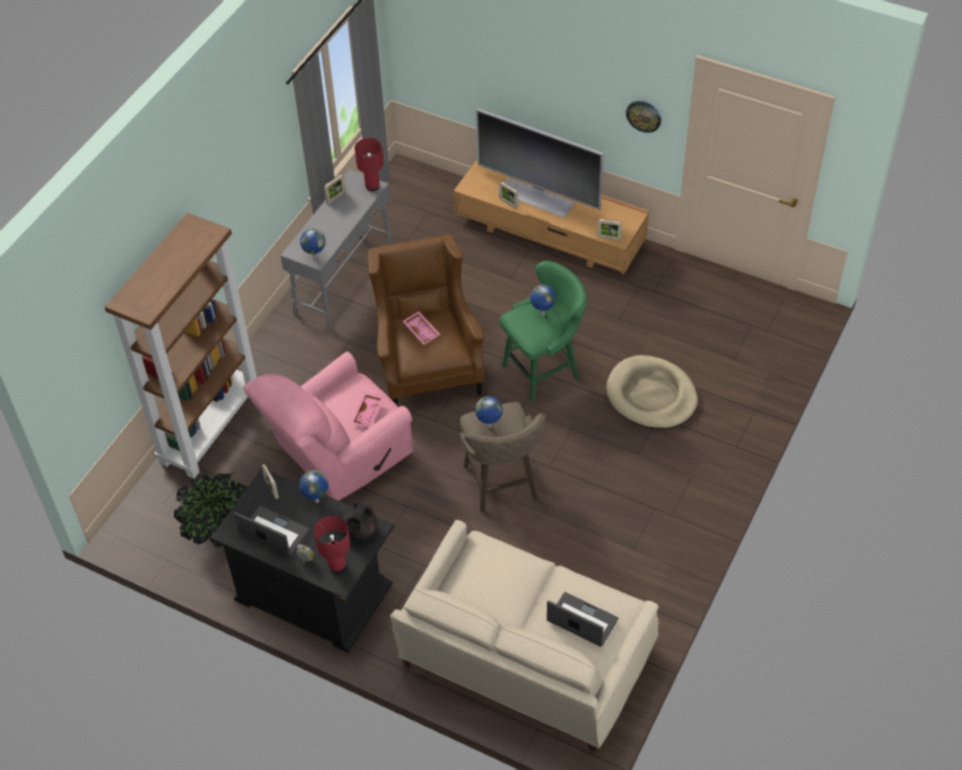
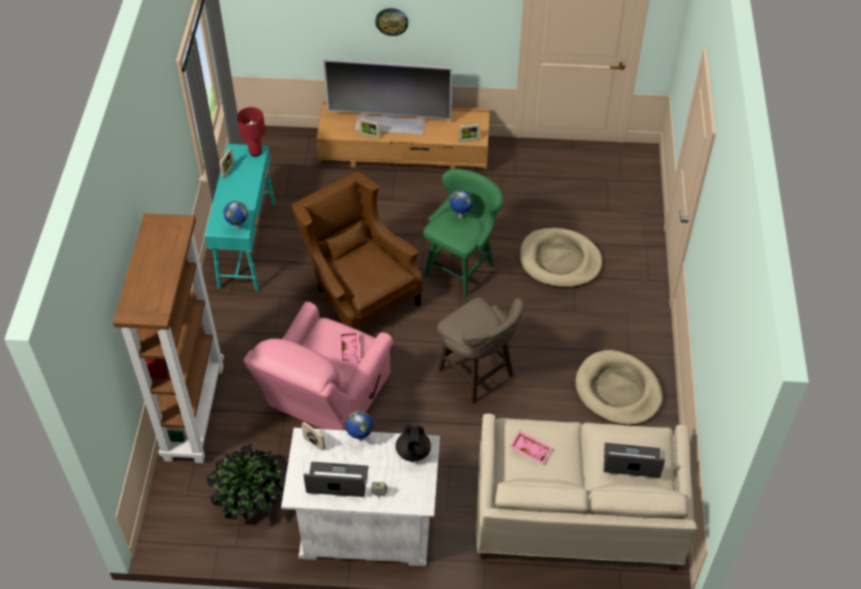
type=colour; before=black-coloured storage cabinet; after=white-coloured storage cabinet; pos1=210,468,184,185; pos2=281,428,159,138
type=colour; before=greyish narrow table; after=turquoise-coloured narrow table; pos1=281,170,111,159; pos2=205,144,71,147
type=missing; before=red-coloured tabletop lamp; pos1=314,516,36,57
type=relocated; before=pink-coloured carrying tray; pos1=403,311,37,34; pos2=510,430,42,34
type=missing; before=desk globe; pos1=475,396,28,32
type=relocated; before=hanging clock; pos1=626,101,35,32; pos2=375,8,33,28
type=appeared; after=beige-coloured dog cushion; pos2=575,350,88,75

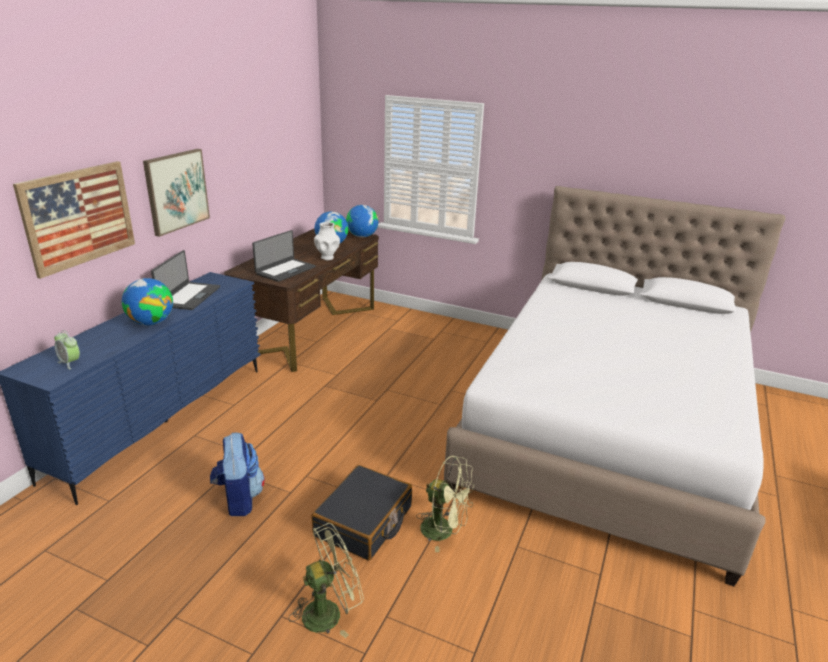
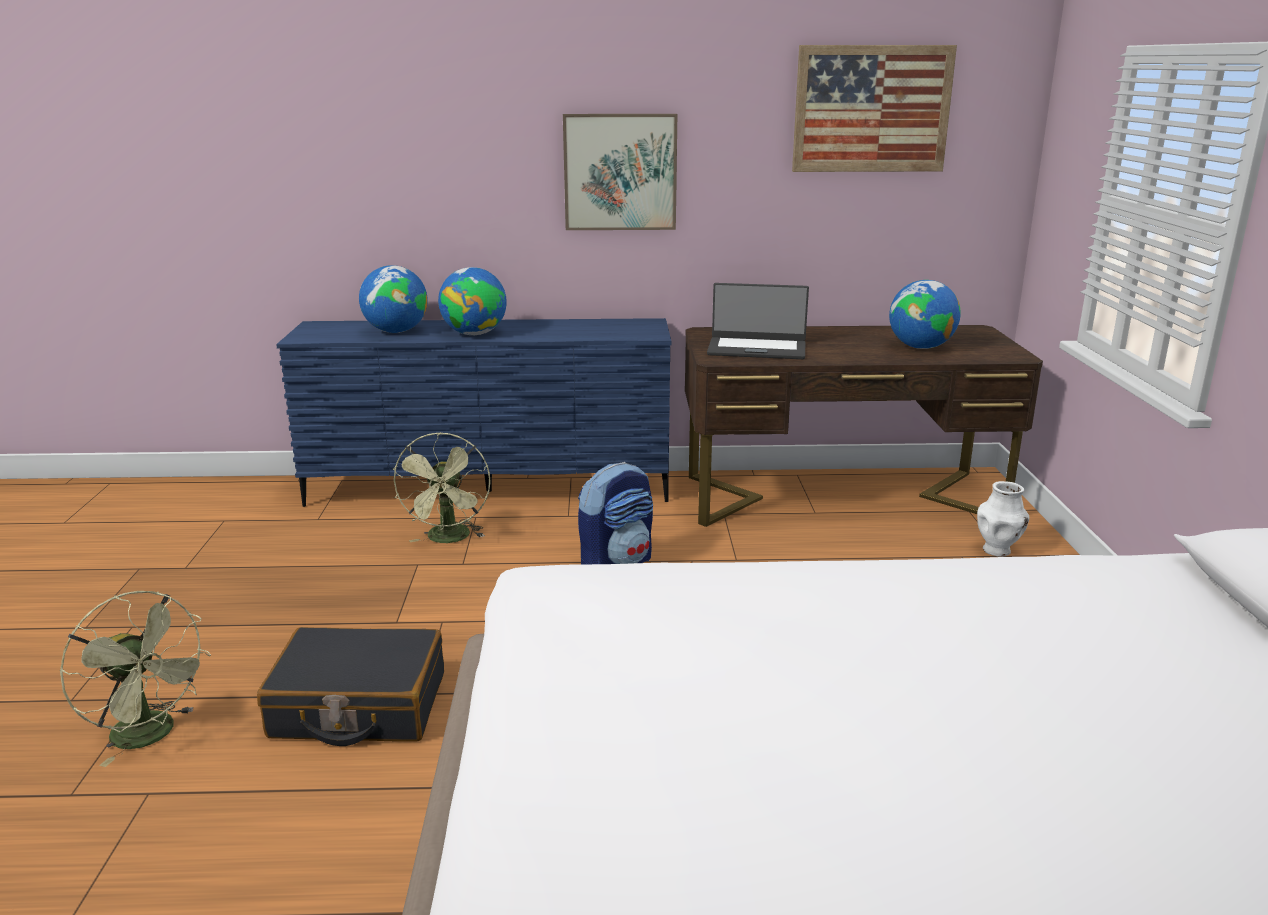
type=relocated; before=wall picture; pos1=13,161,122,118; pos2=792,45,165,127
type=missing; before=alarm clock; pos1=54,330,26,39
type=missing; before=portable computer; pos1=151,250,69,60
type=relocated; before=knapsack; pos1=210,433,55,83; pos2=578,462,75,102
type=relocated; before=white-coloured vase; pos1=314,222,26,38; pos2=977,481,53,76
type=relocated; before=desk globe; pos1=346,205,32,33; pos2=359,265,69,68
type=relocated; before=green-coloured cooling fan; pos1=416,455,59,97; pos2=393,432,98,111

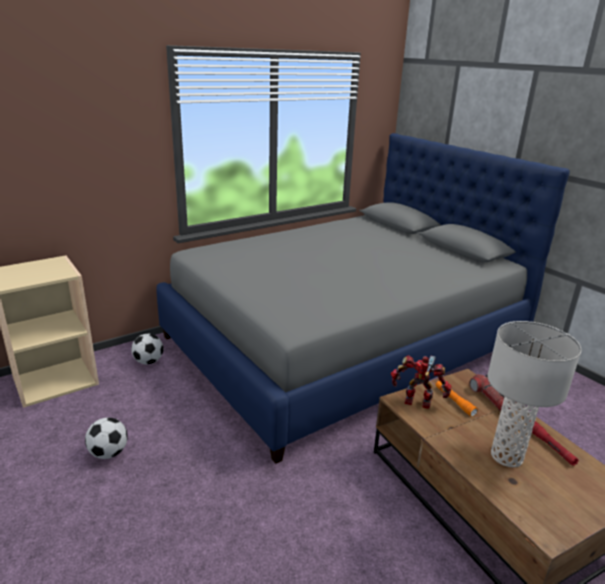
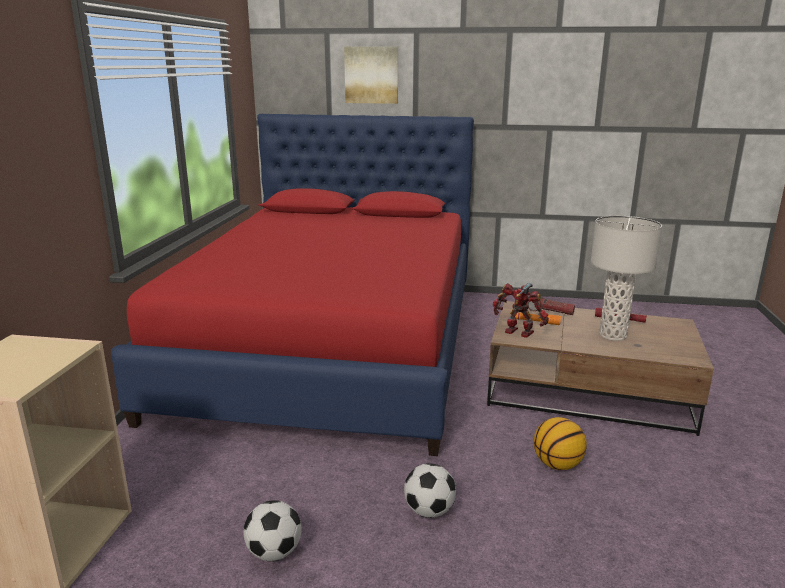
type=relocated; before=ball for football; pos1=131,334,33,31; pos2=404,463,52,55
type=colour; before=greyish bed; after=red-coloured bed; pos1=157,133,413,331; pos2=111,114,363,342
type=spun; before=toy robot; pos1=391,355,61,54; pos2=493,283,56,55; turn=60
type=appeared; after=wall picture; pos2=344,46,54,58
type=appeared; after=basketball; pos2=534,417,53,53

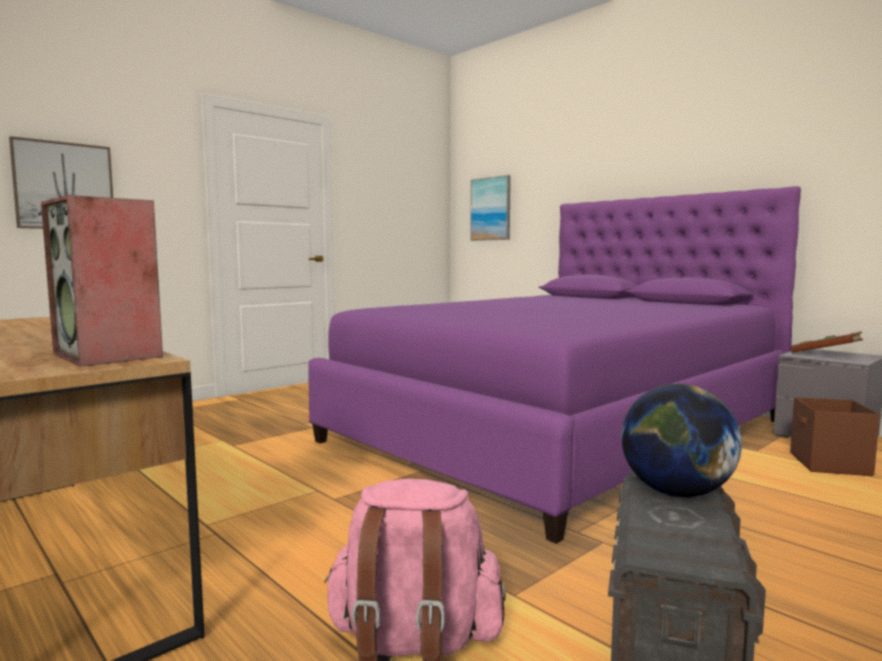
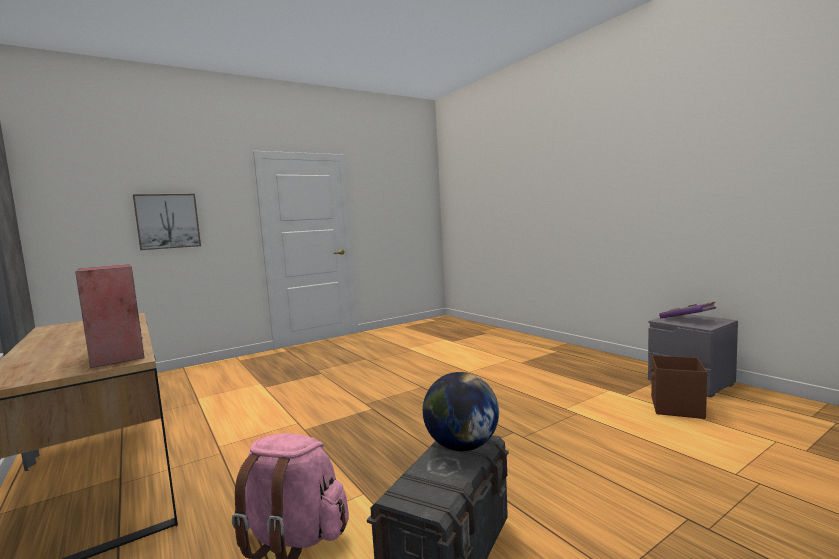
type=missing; before=purple bed; pos1=308,186,493,358
type=missing; before=wall picture; pos1=470,175,41,66
type=colour; before=brownish volume; after=purple volume; pos1=791,331,72,22; pos2=659,302,57,16

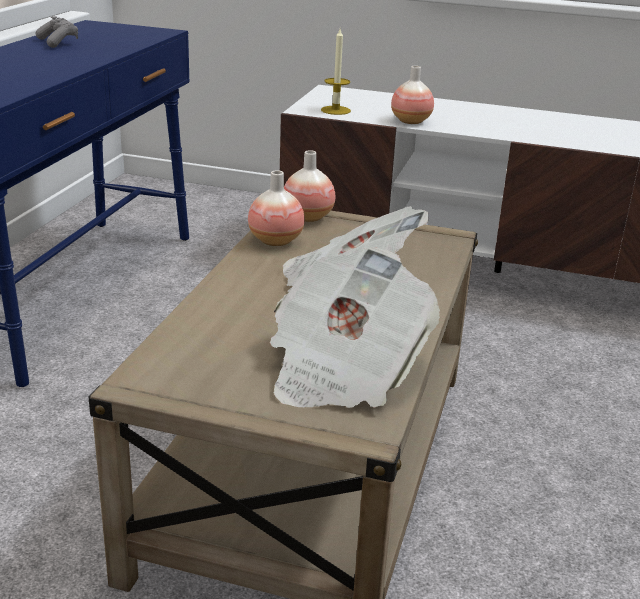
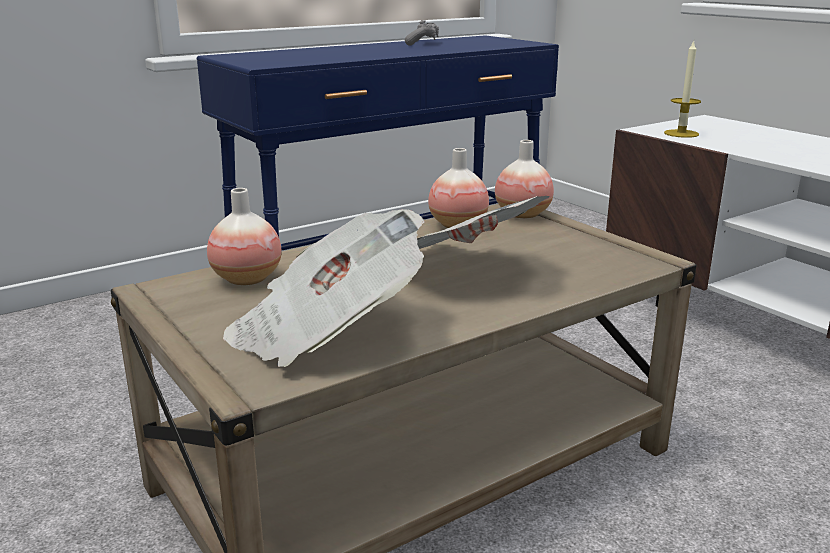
type=relocated; before=vase; pos1=391,66,43,58; pos2=207,188,75,97

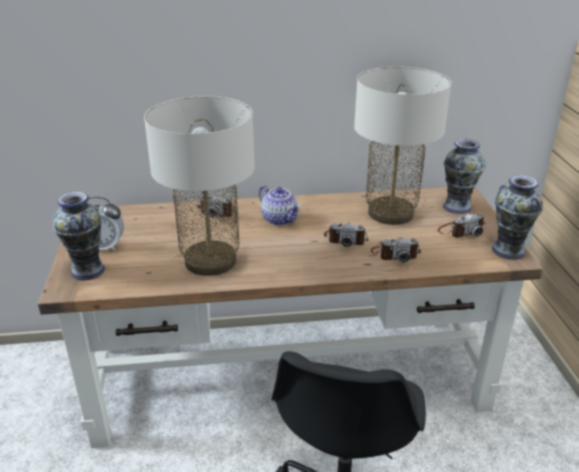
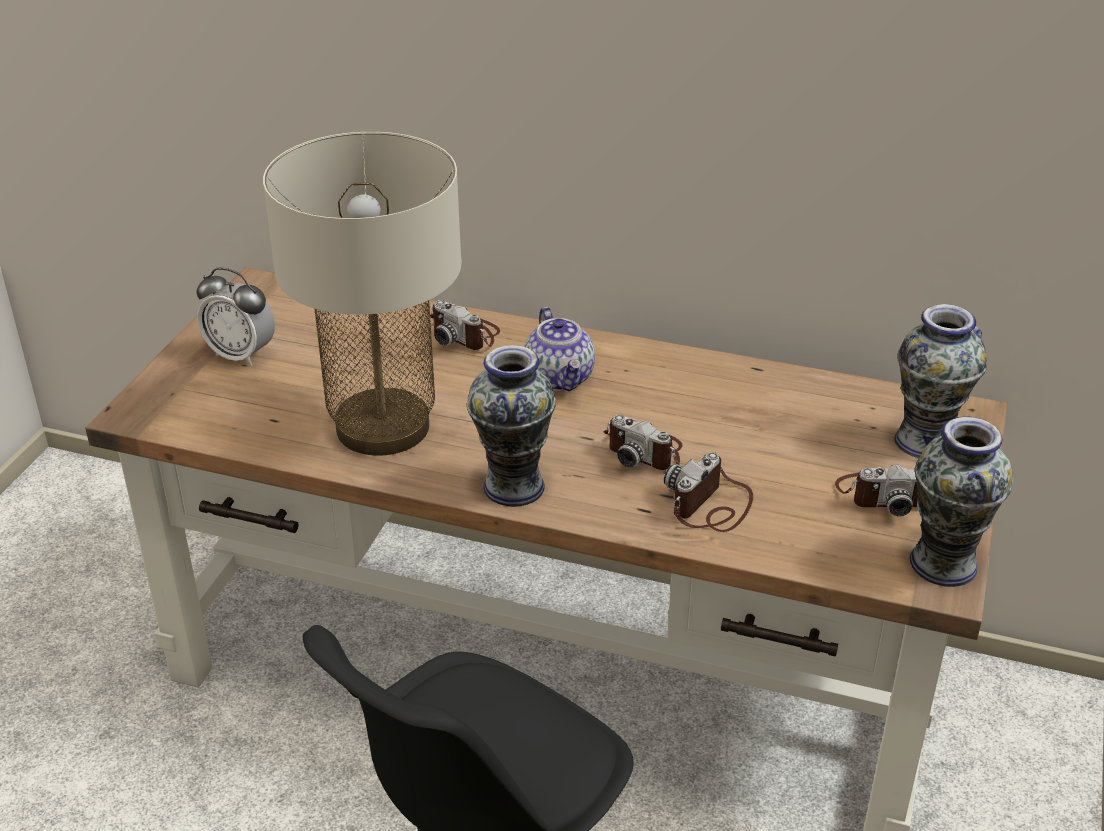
type=relocated; before=vase; pos1=53,192,52,88; pos2=467,345,89,162
type=missing; before=tabletop lamp; pos1=354,67,97,158
type=spun; before=photo camera; pos1=371,237,50,26; pos2=664,452,89,80; turn=105

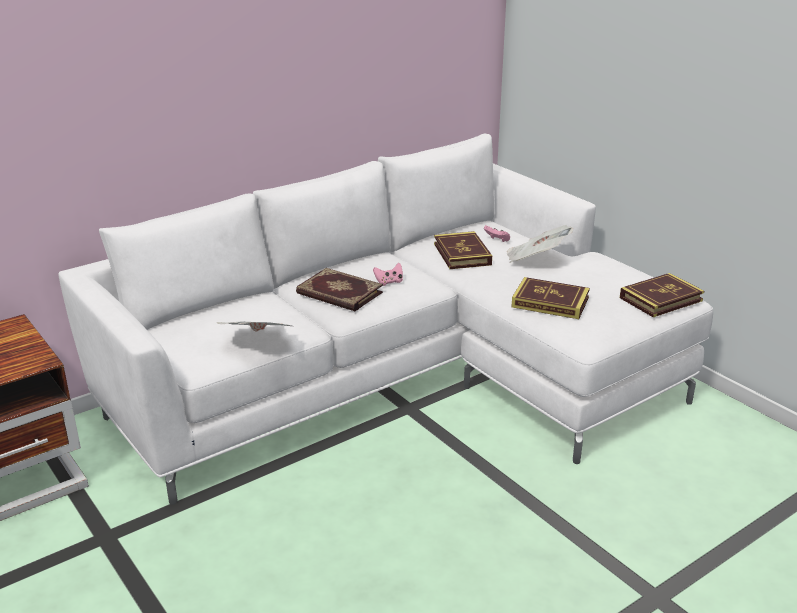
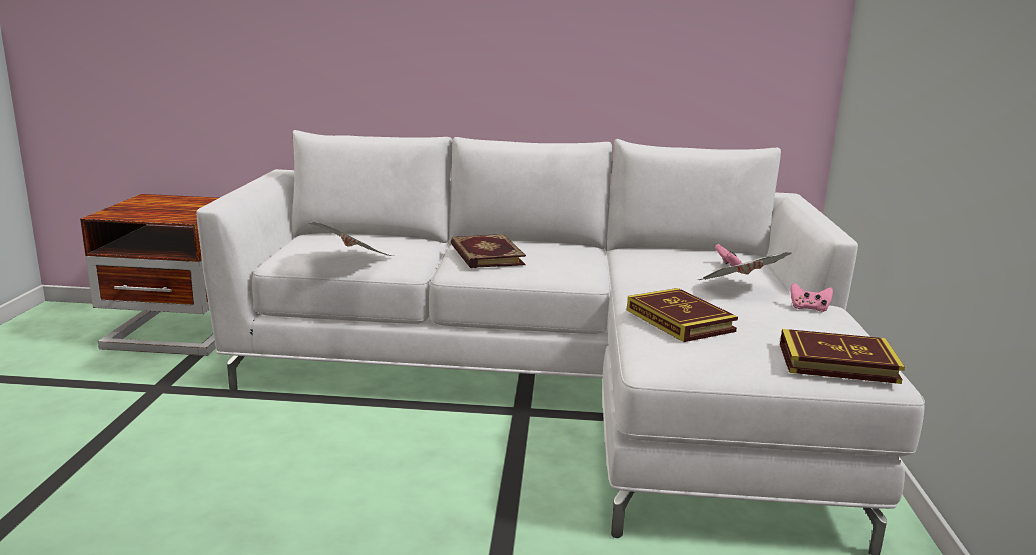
type=relocated; before=pink-coloured joypad; pos1=373,263,30,23; pos2=791,283,42,29
type=missing; before=volume; pos1=434,231,58,38

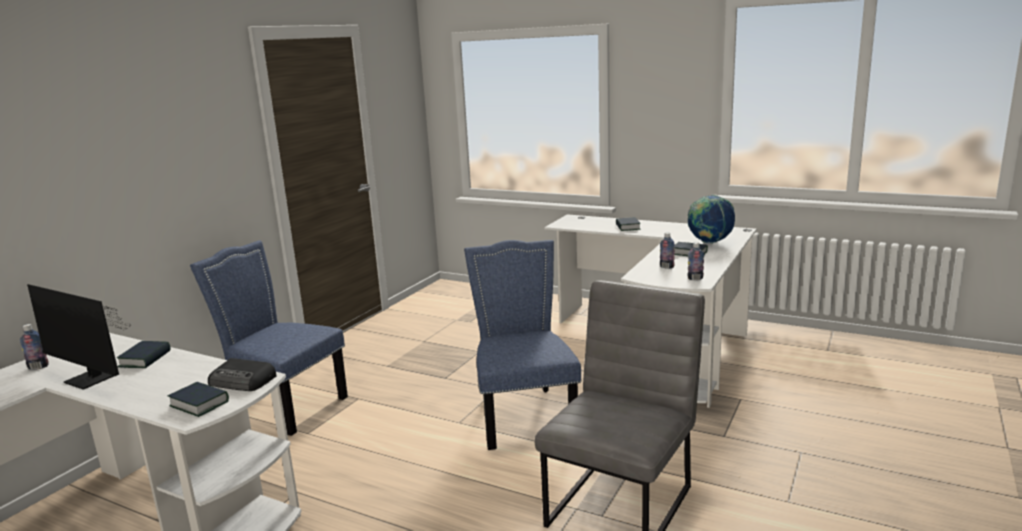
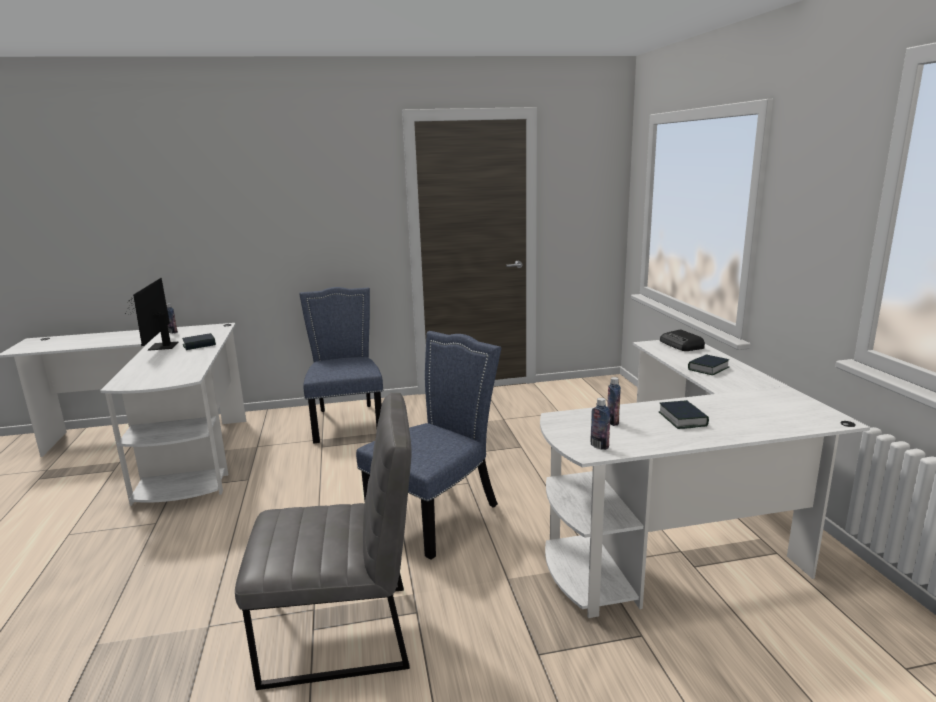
type=missing; before=volume; pos1=168,382,61,35
type=relocated; before=radio; pos1=208,358,69,33; pos2=660,329,45,22
type=missing; before=desk globe; pos1=688,195,47,49

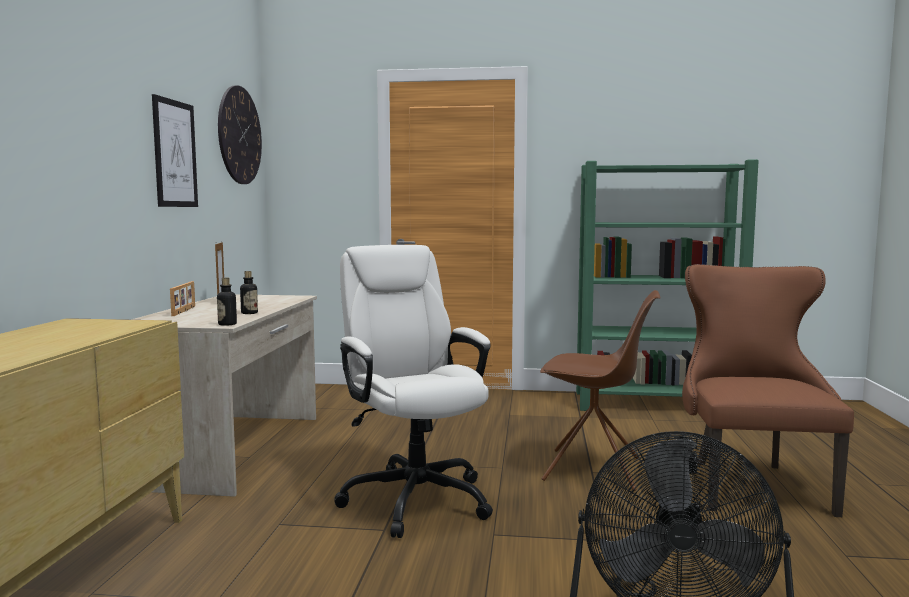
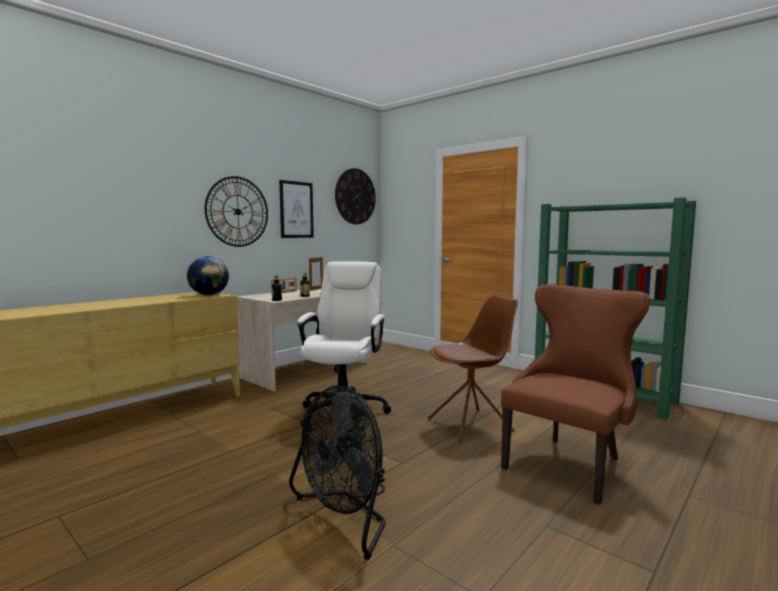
type=spun; before=brownish chair; pos1=540,290,121,201; pos2=428,295,90,148; turn=-75
type=appeared; after=desk globe; pos2=187,256,42,39
type=appeared; after=hanging clock; pos2=205,176,63,71

